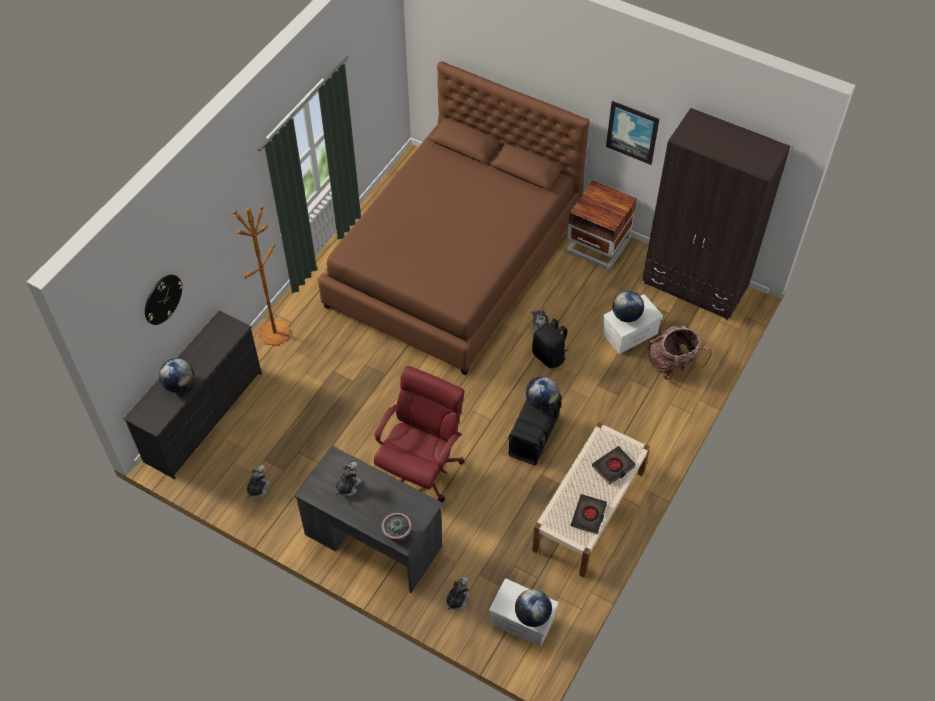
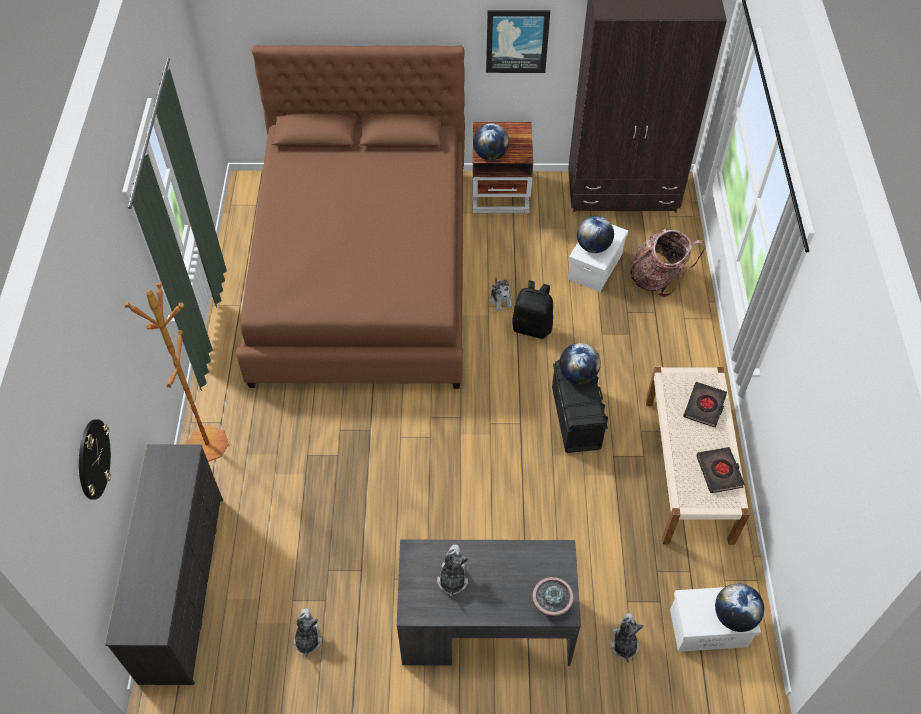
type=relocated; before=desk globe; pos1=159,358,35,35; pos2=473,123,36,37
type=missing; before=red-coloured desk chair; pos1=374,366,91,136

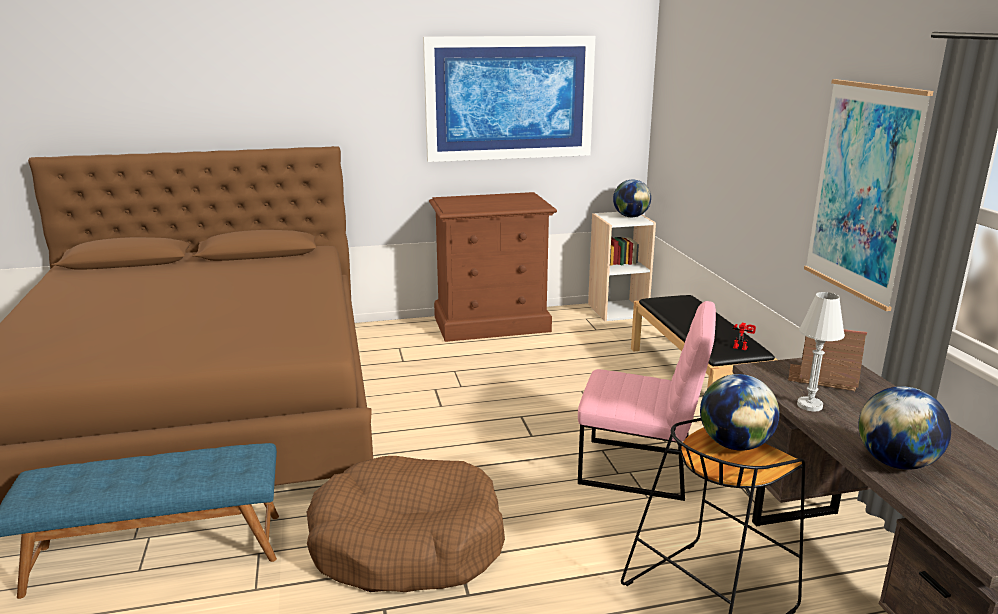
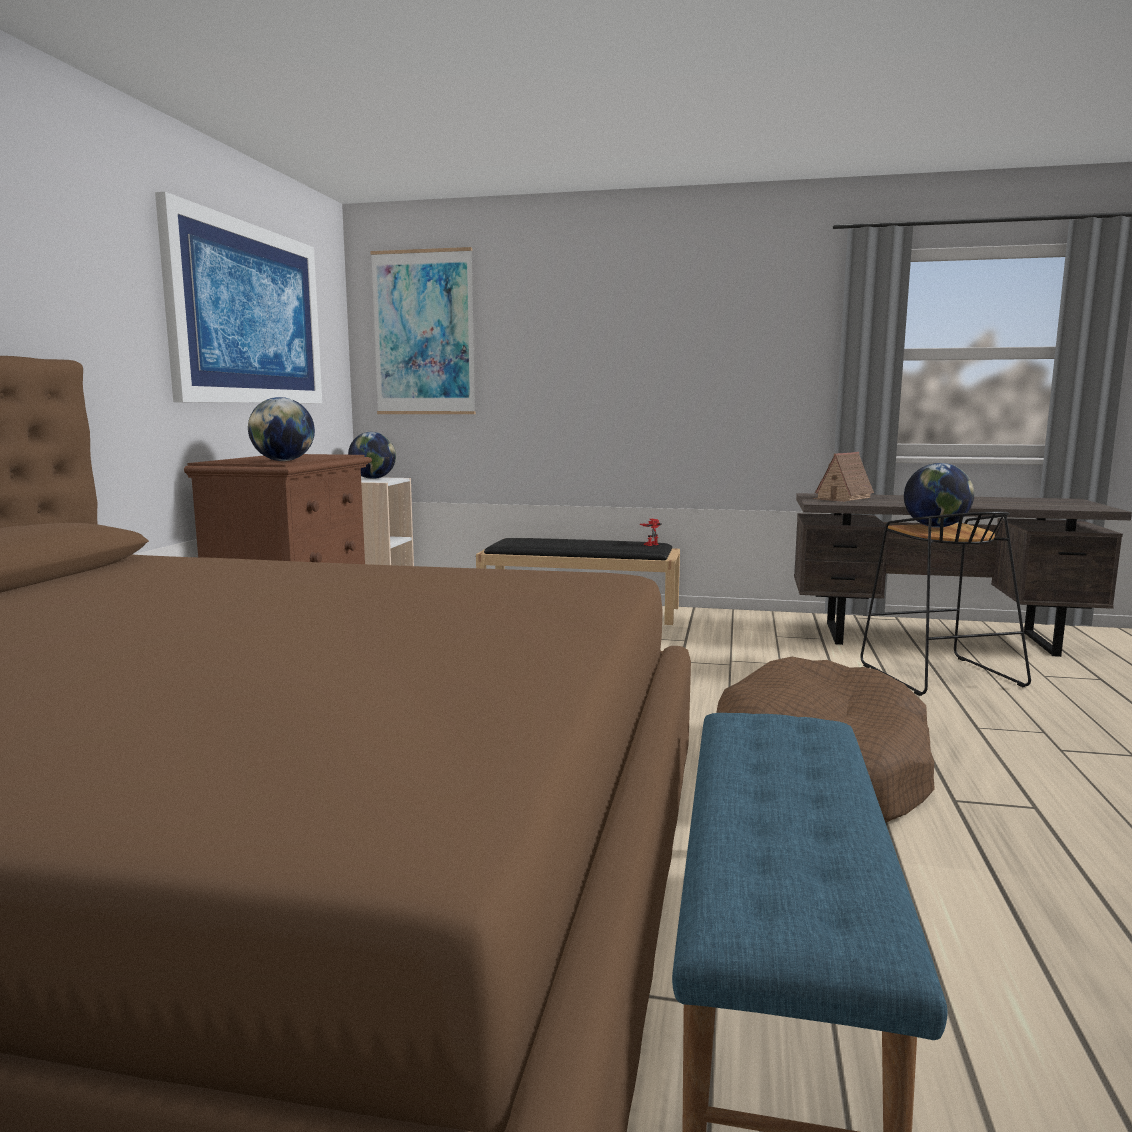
type=missing; before=pink-coloured chair; pos1=578,301,138,200
type=missing; before=white-coloured tabletop lamp; pos1=797,292,48,120
type=relocated; before=wall picture; pos1=804,79,129,232; pos2=370,247,106,167
type=relocated; before=desk globe; pos1=858,386,93,84; pos2=248,397,67,64

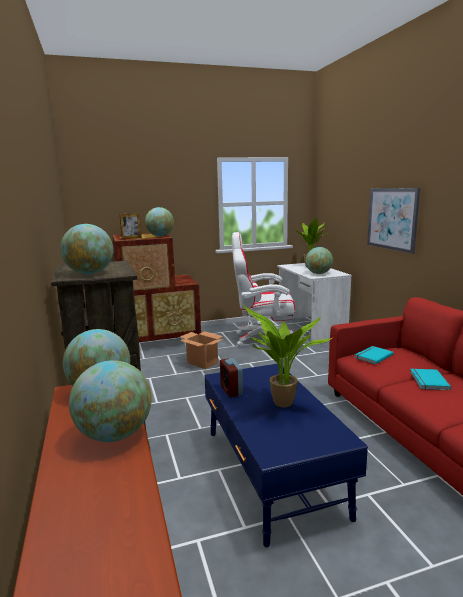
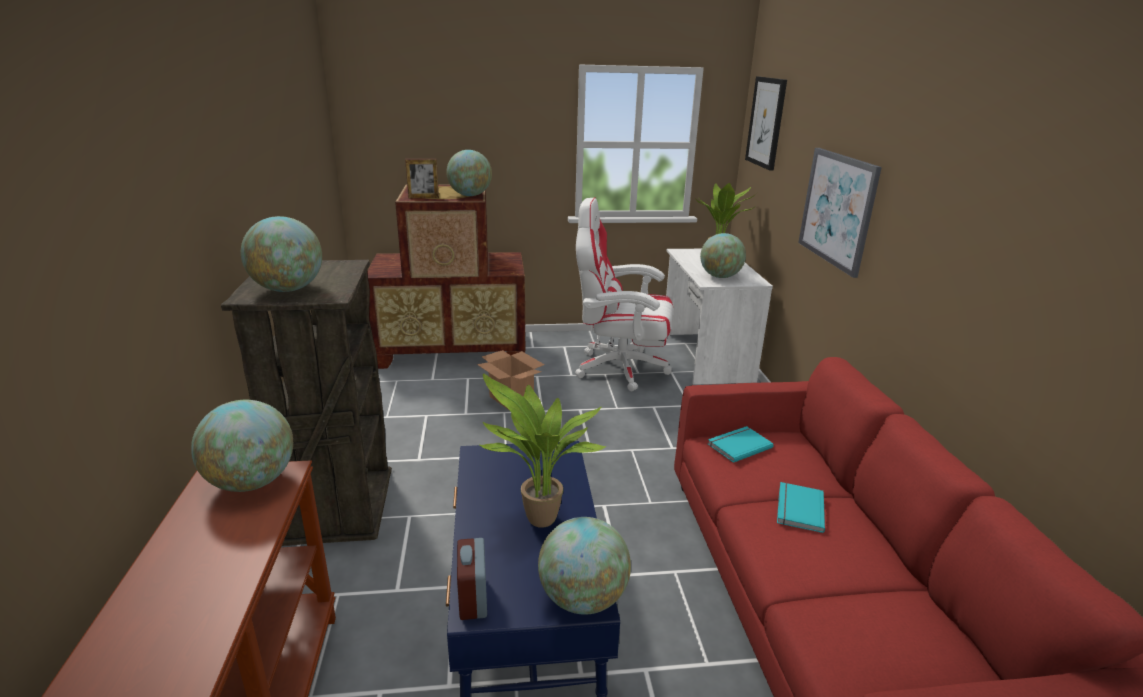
type=relocated; before=desk globe; pos1=69,360,83,82; pos2=538,517,93,98
type=relocated; before=alarm clock; pos1=220,358,23,39; pos2=457,538,30,82
type=appeared; after=wall picture; pos2=745,77,42,94

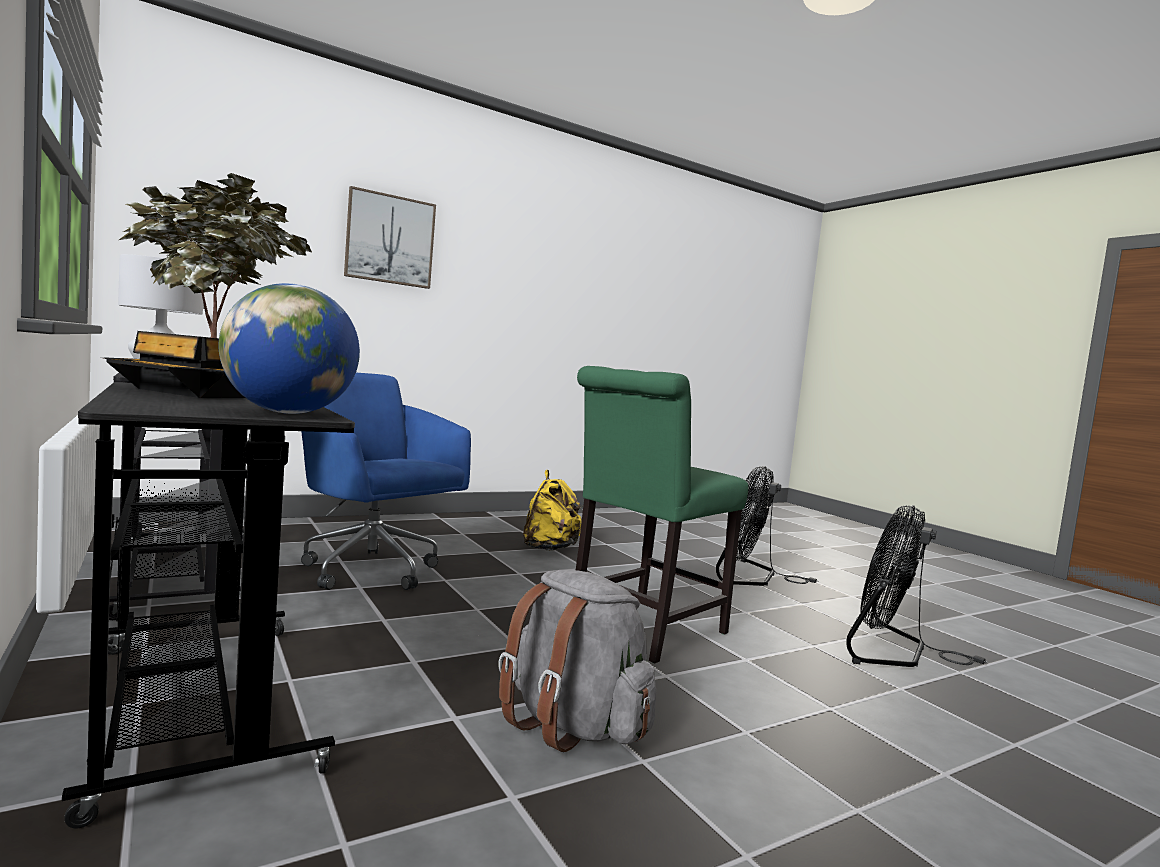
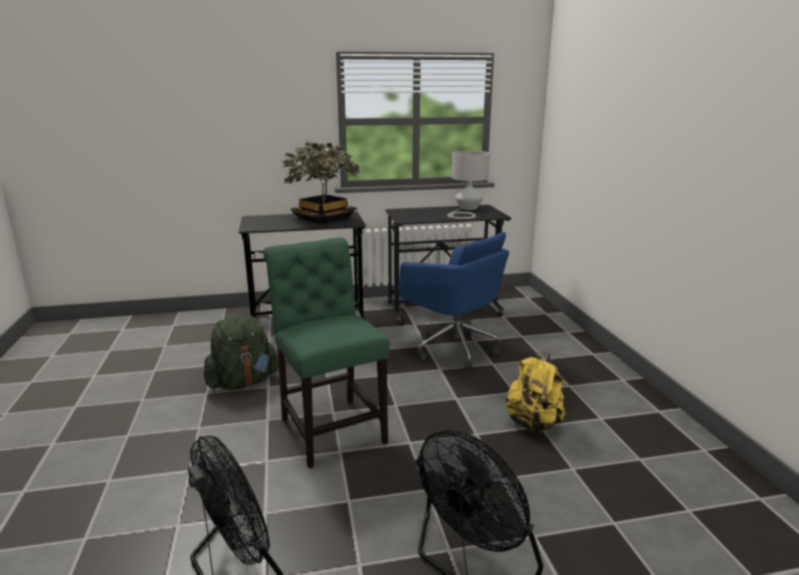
type=missing; before=desk globe; pos1=218,283,142,131
type=spun; before=blue-coloured desk chair; pos1=301,373,170,217; pos2=398,232,111,139; turn=75
type=missing; before=wall picture; pos1=344,186,92,103
type=colour; before=greyish knapsack; after=green-coloured knapsack; pos1=499,570,157,182; pos2=203,315,76,75

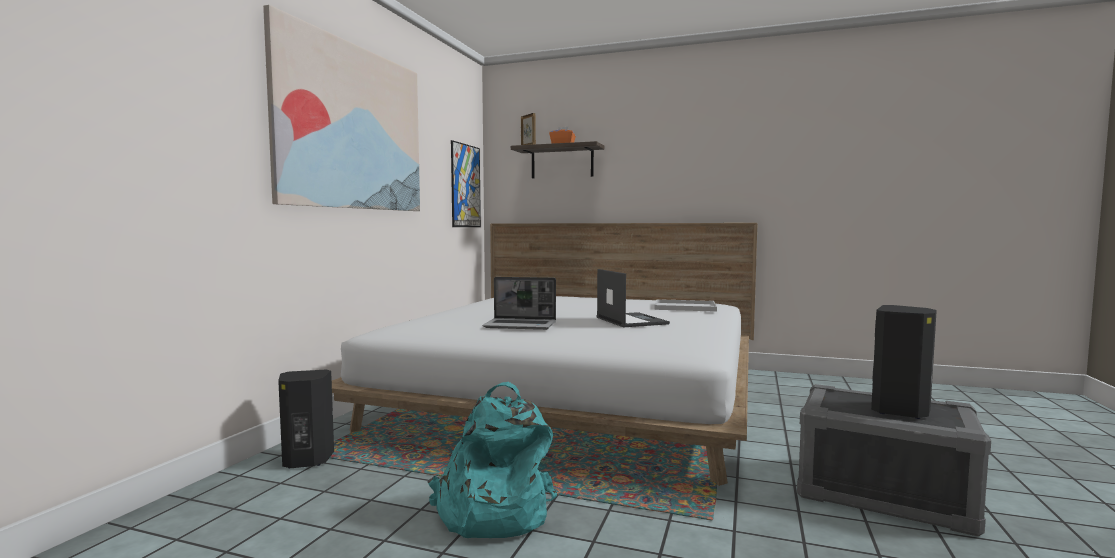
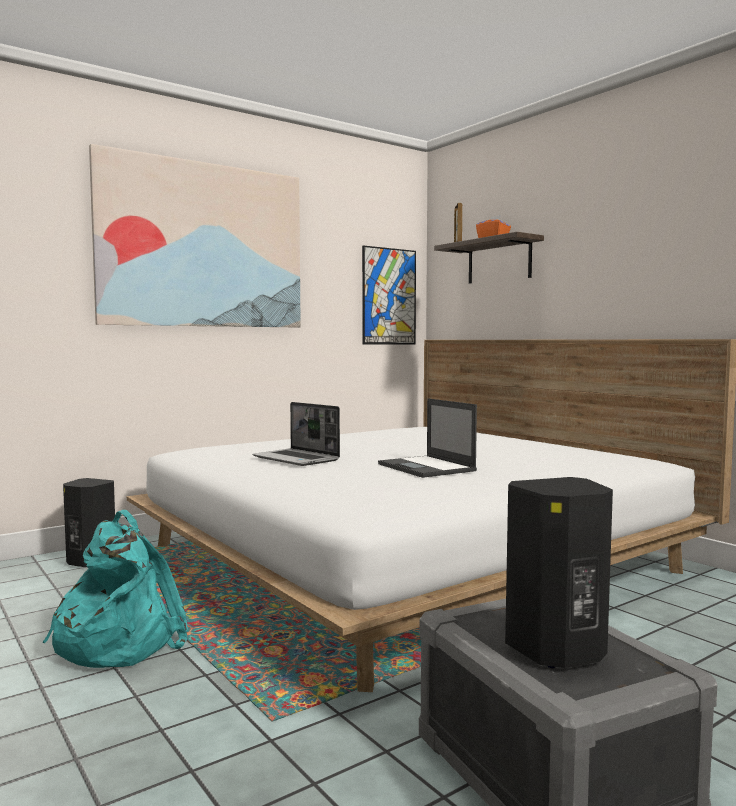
type=spun; before=portable computer; pos1=596,269,74,58; pos2=378,398,99,80; turn=135
type=missing; before=white-coloured carrying tray; pos1=655,299,62,13

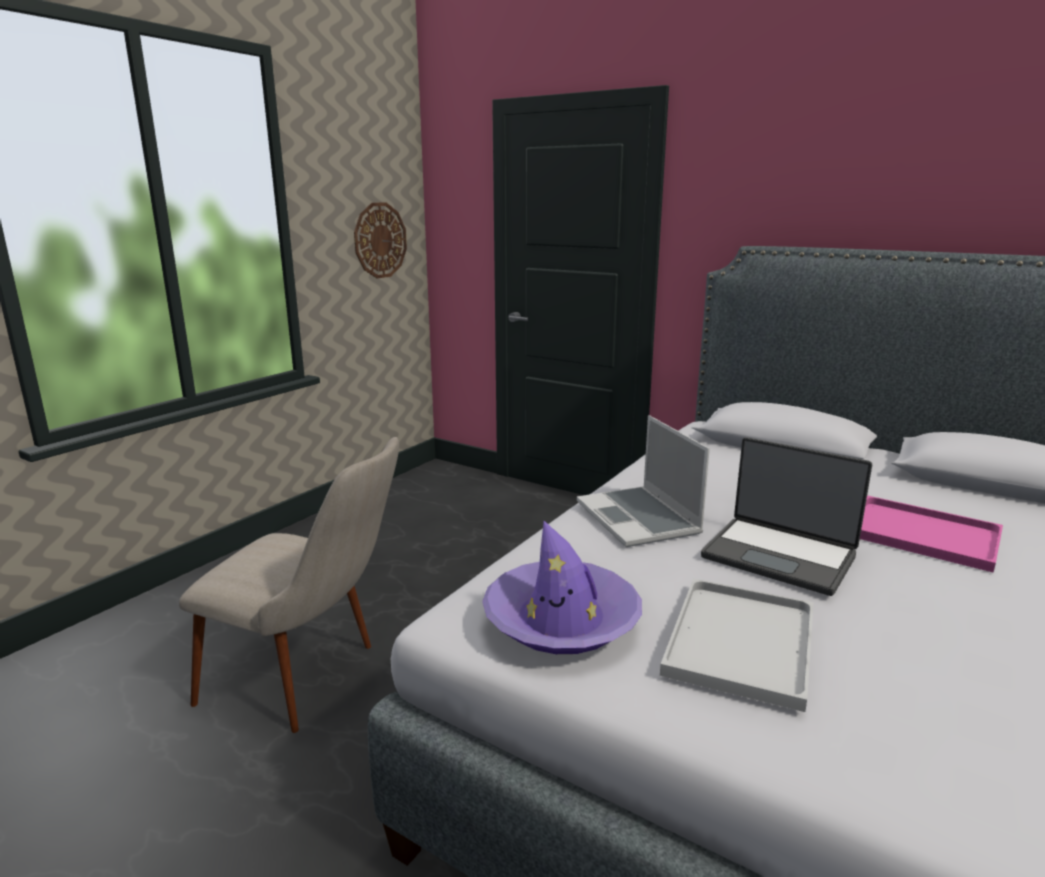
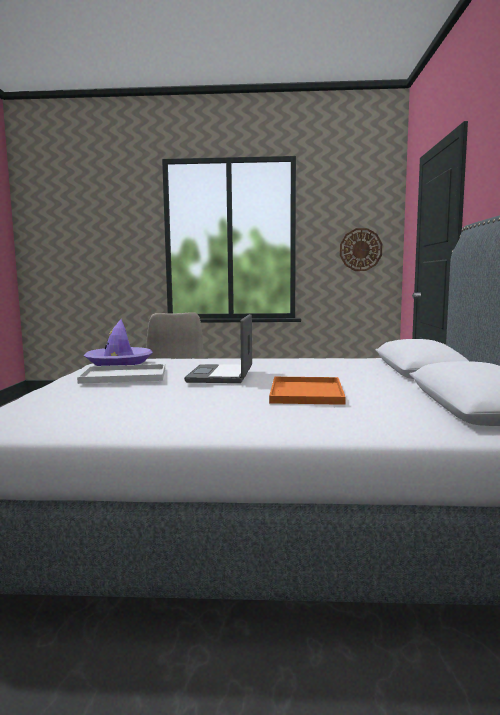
type=missing; before=portable computer; pos1=577,415,133,132
type=colour; before=pink-coloured carrying tray; after=orangey carrying tray; pos1=860,495,143,78; pos2=269,377,77,28

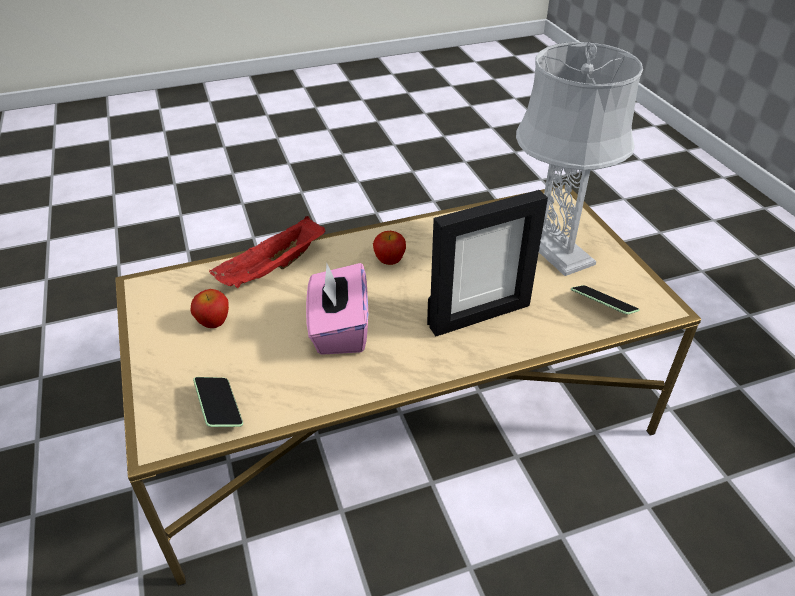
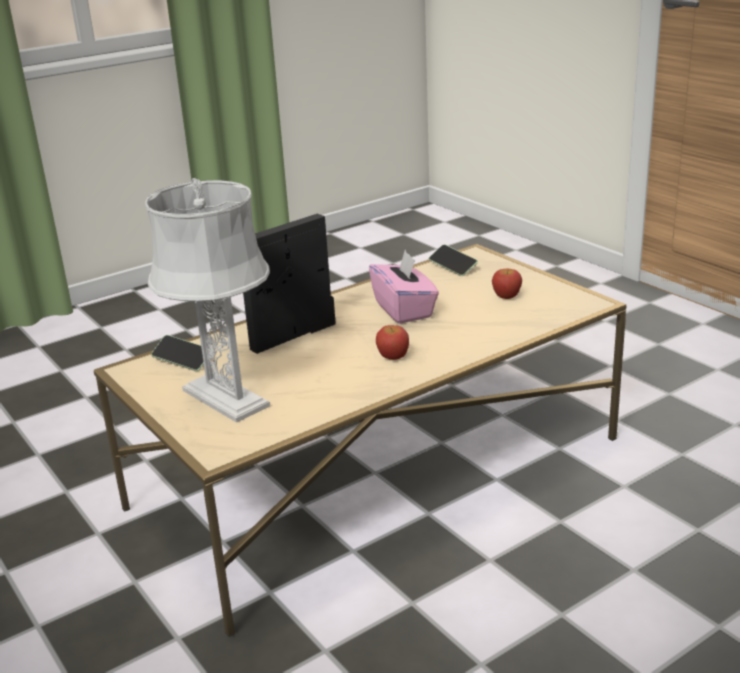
type=missing; before=red-coloured carrying tray; pos1=209,216,116,72

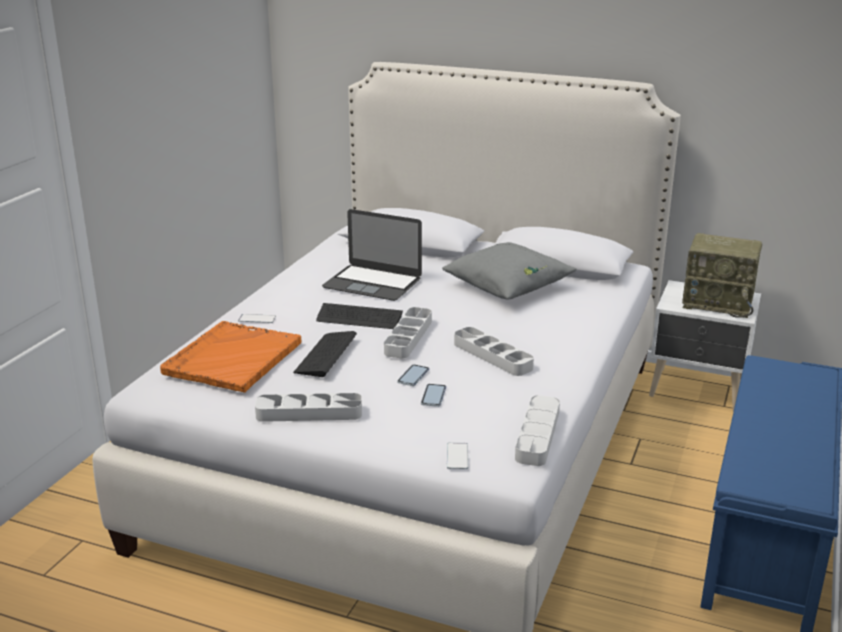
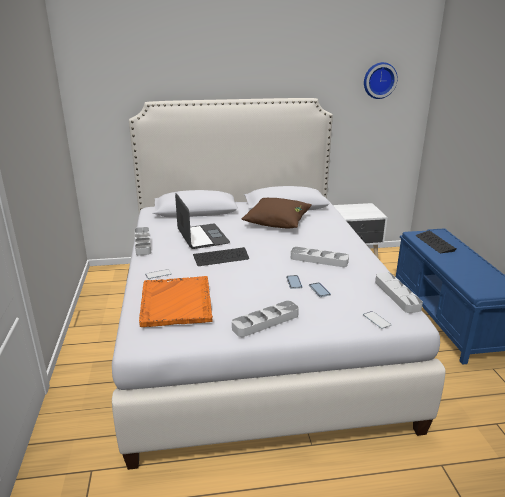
type=relocated; before=computer keyboard; pos1=293,331,64,46; pos2=416,231,40,22
type=spun; before=portable computer; pos1=322,209,100,92; pos2=175,193,55,56; turn=-105
type=relocated; before=greyish carrying tray; pos1=384,307,48,51; pos2=135,227,16,29
type=colour; before=greyish cushion; after=brownish cushion; pos1=442,242,134,57; pos2=242,198,70,30
type=missing; before=radio; pos1=682,233,80,85
type=appeared; after=hanging clock; pos2=364,62,34,37

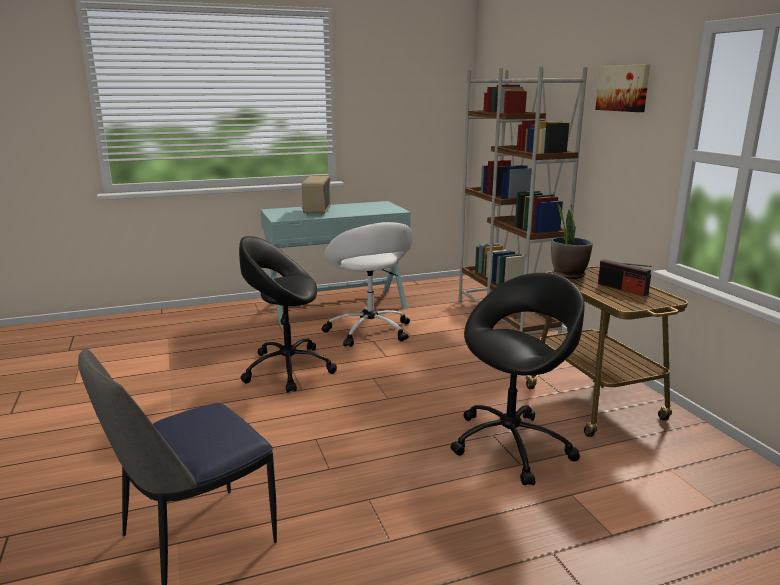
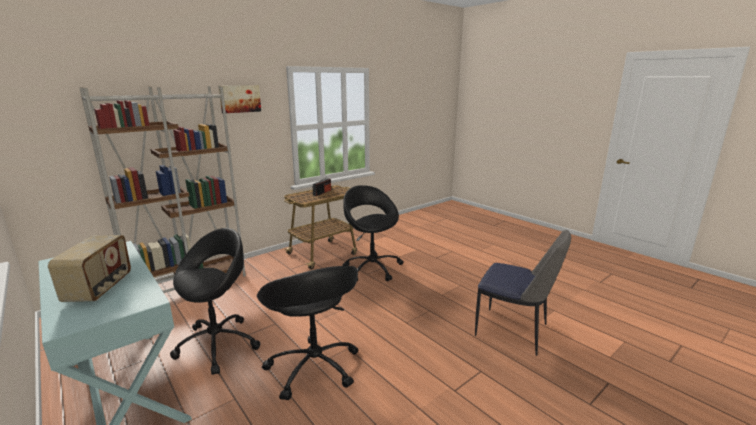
type=spun; before=radio; pos1=302,176,29,39; pos2=48,235,83,67; turn=-75
type=colour; before=white-coloured desk chair; after=black-coloured desk chair; pos1=322,222,91,125; pos2=170,228,90,147
type=missing; before=plant in a pot; pos1=551,203,42,76

